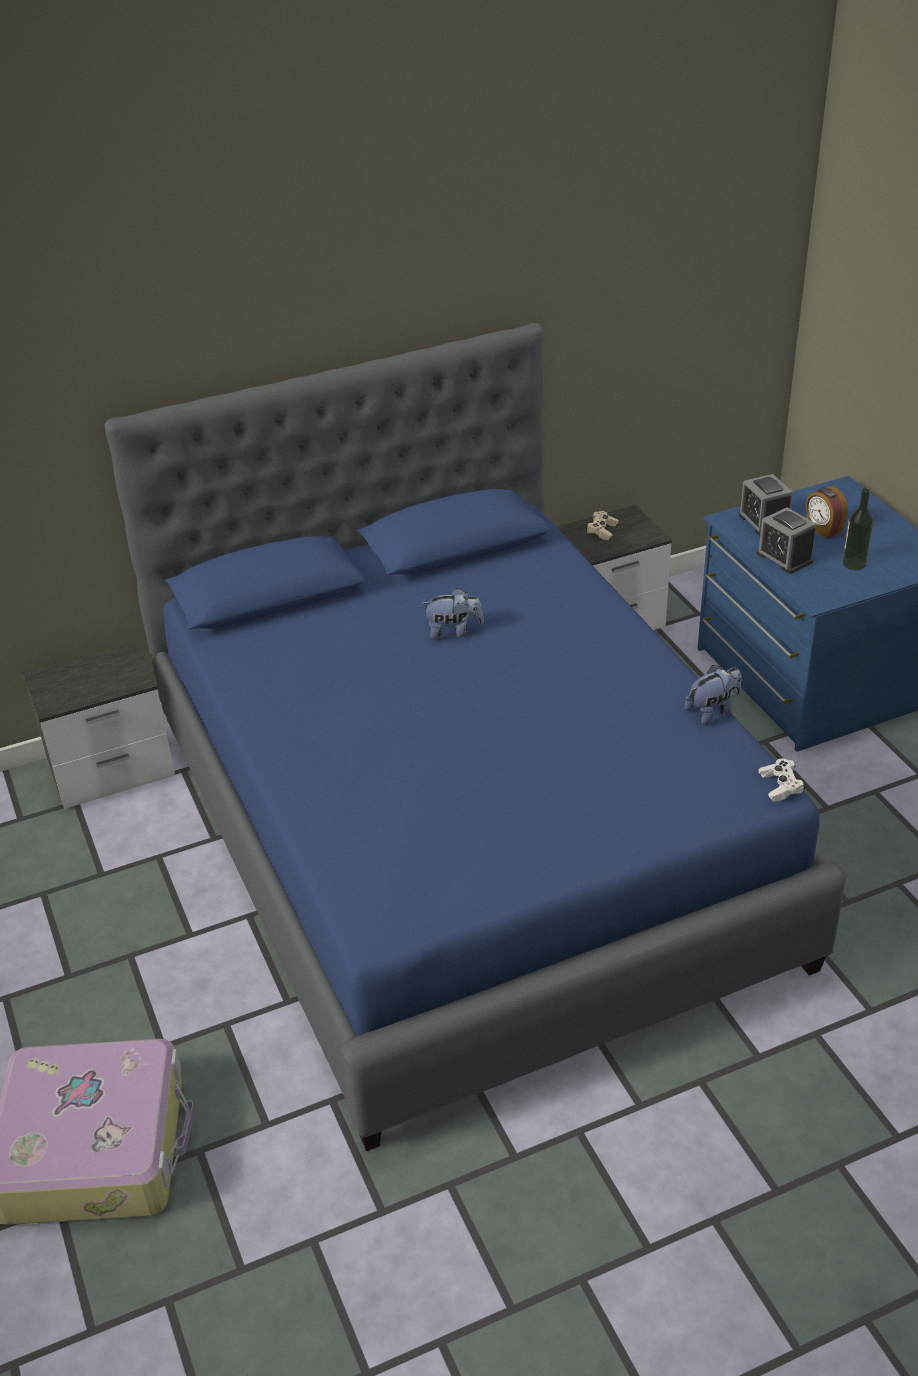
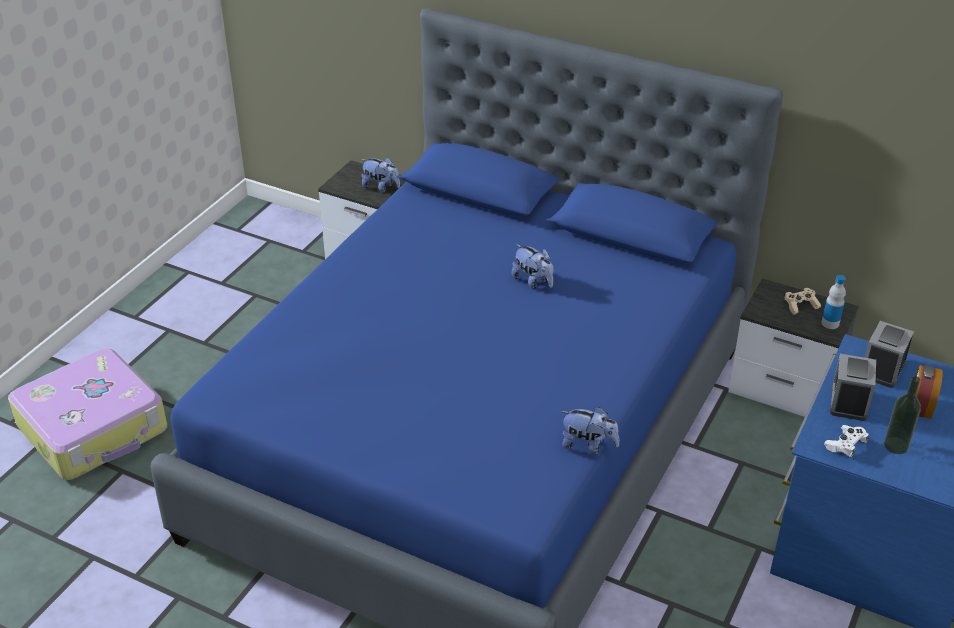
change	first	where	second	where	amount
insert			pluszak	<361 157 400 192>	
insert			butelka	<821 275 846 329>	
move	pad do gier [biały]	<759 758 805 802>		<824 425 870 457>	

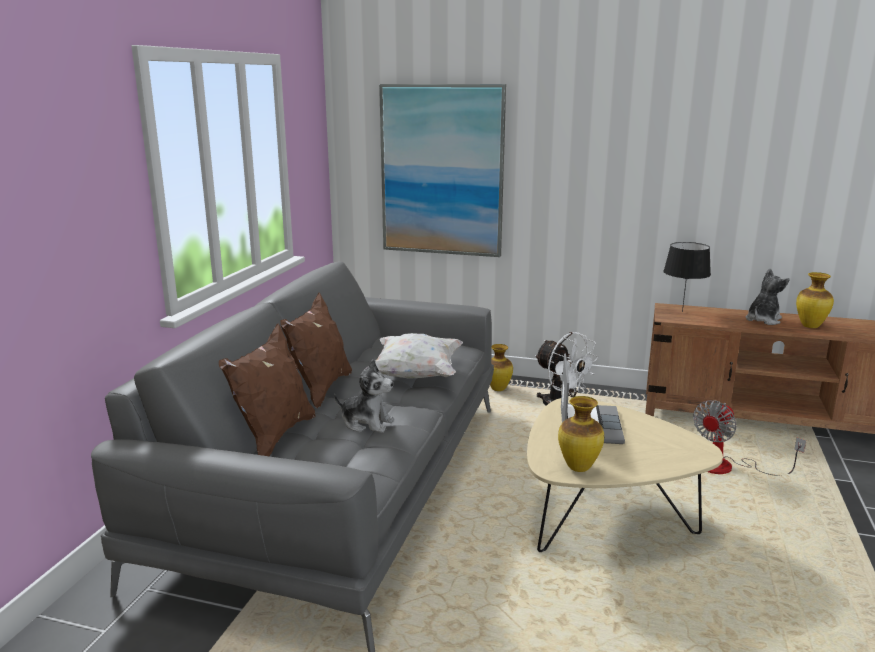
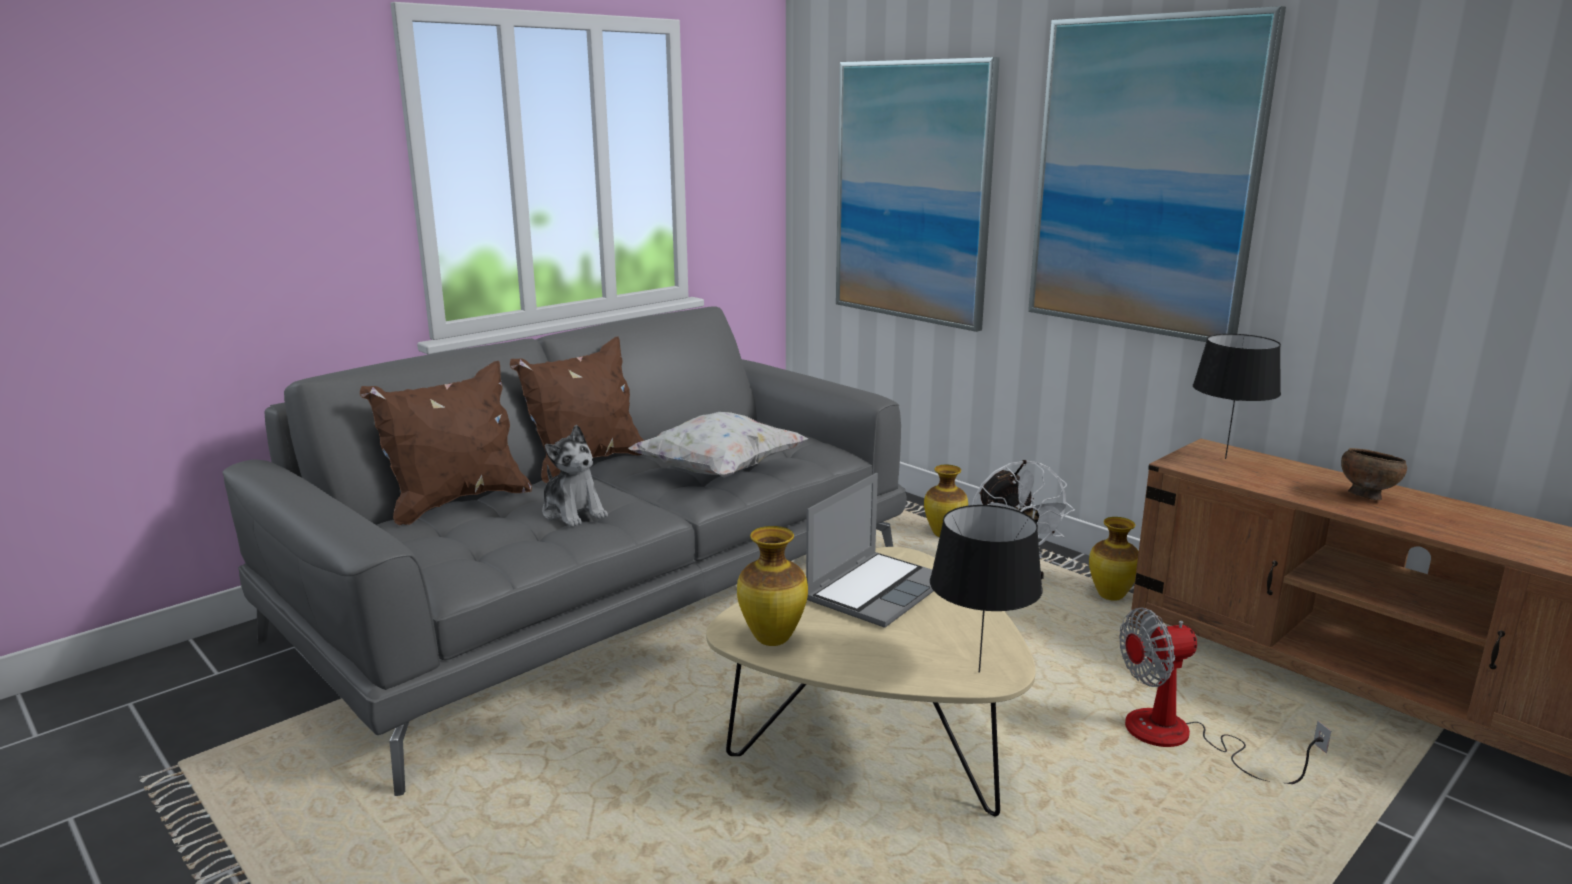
change	first	where	second	where	amount
insert			lampa stołowa [czarny]	<930 505 1043 673>	
insert			obraz	<1028 6 1286 342>	
move	wazon	<796 272 834 328>		<1089 517 1139 601>	
replace	pluszak	<746 268 790 325>	miska [brązowy]	<1341 448 1407 500>	

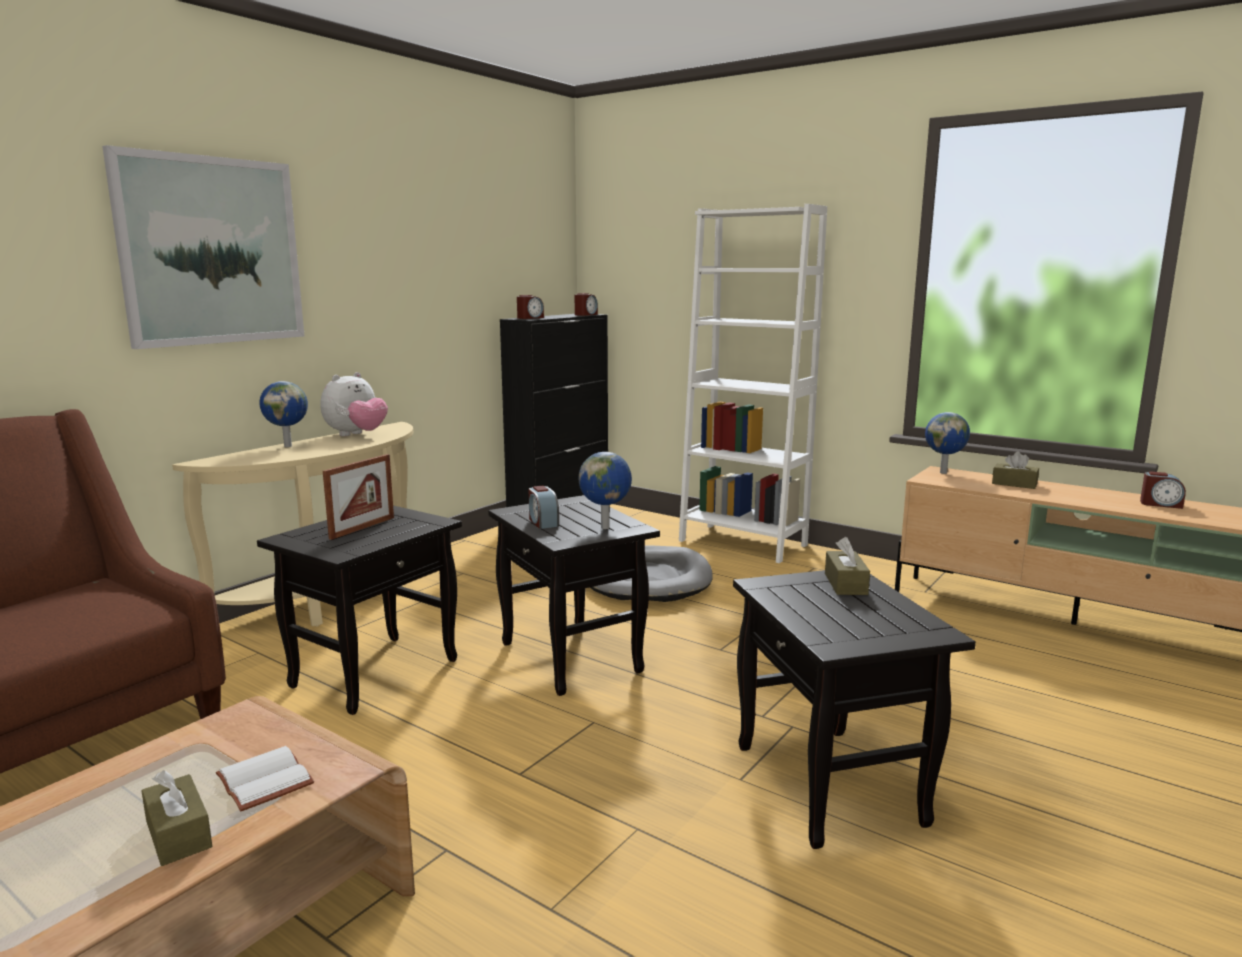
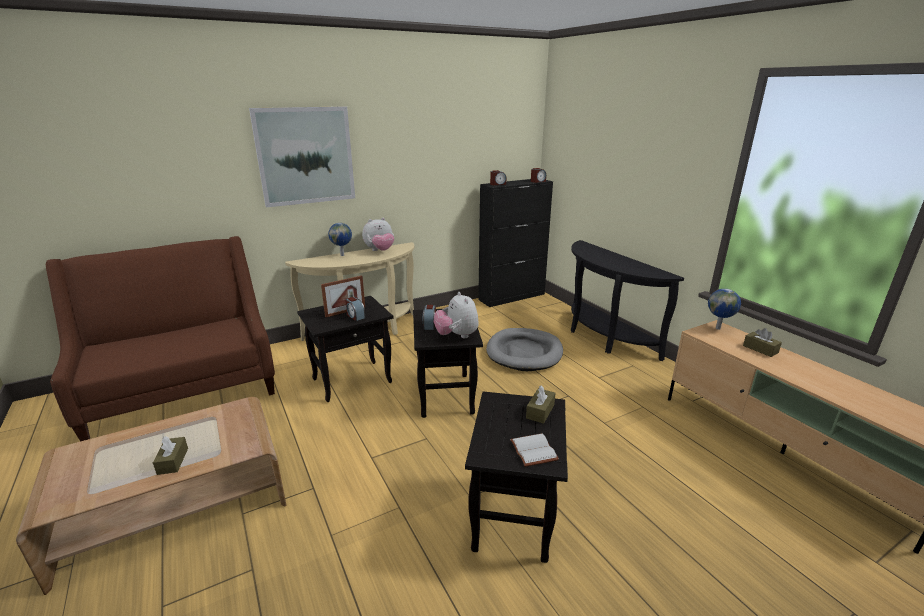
change	first	where	second	where	amount
move	książka [biały]	<216 746 314 812>		<510 433 559 467>	
move	budzik	<1140 471 1186 509>		<345 297 365 321>	
replace	globus	<579 452 632 529>	pluszak	<434 292 479 338>	
replace	regał [biały]	<679 204 827 563>	stolik konsolowy [czarny]	<570 240 684 361>	

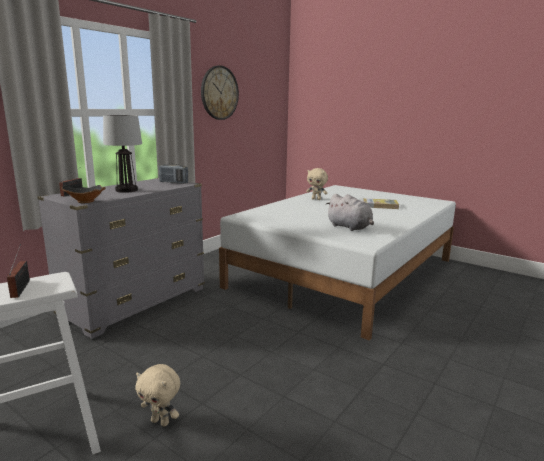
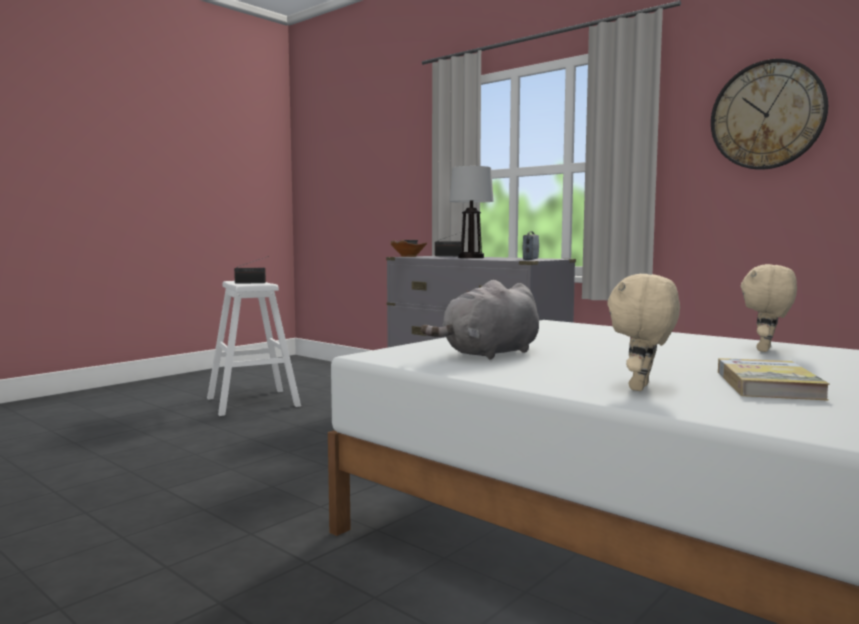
change	first	where	second	where	amount
move	pluszak [beżowy]	<135 364 180 427>		<607 274 680 391>	

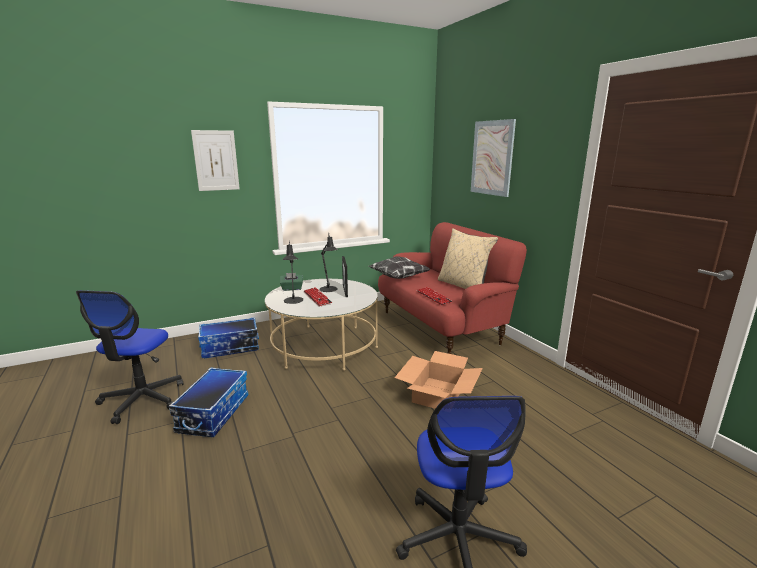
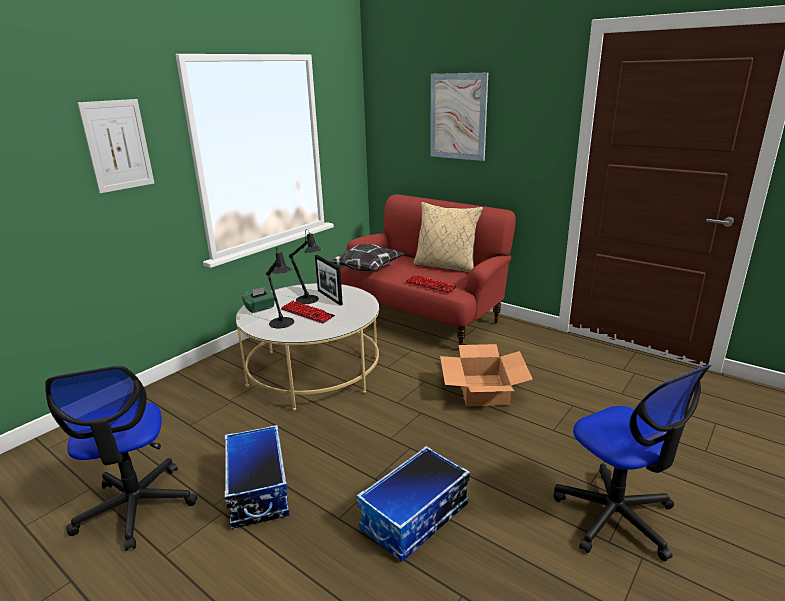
change	first	where	second	where	amount
move	pojemnik do przechowywania	<198 317 259 358>		<357 446 470 562>	

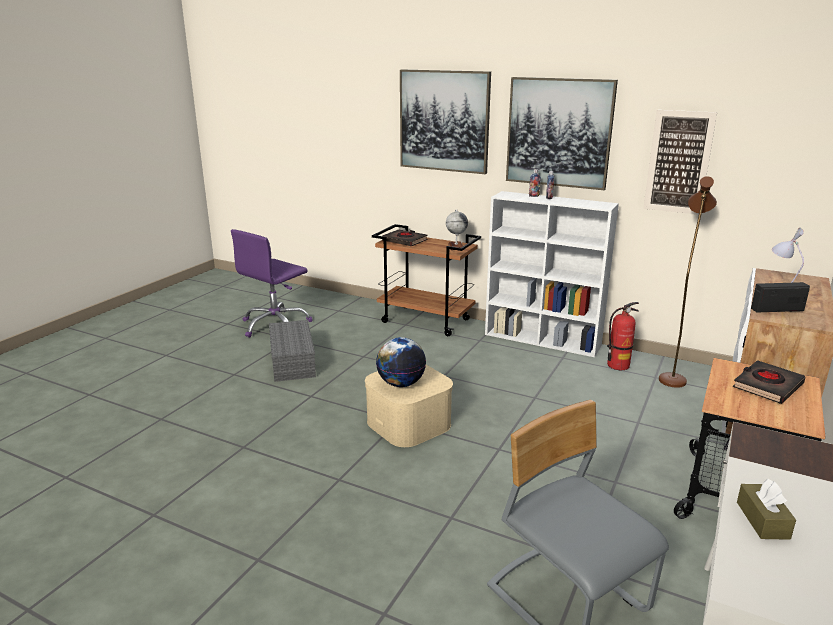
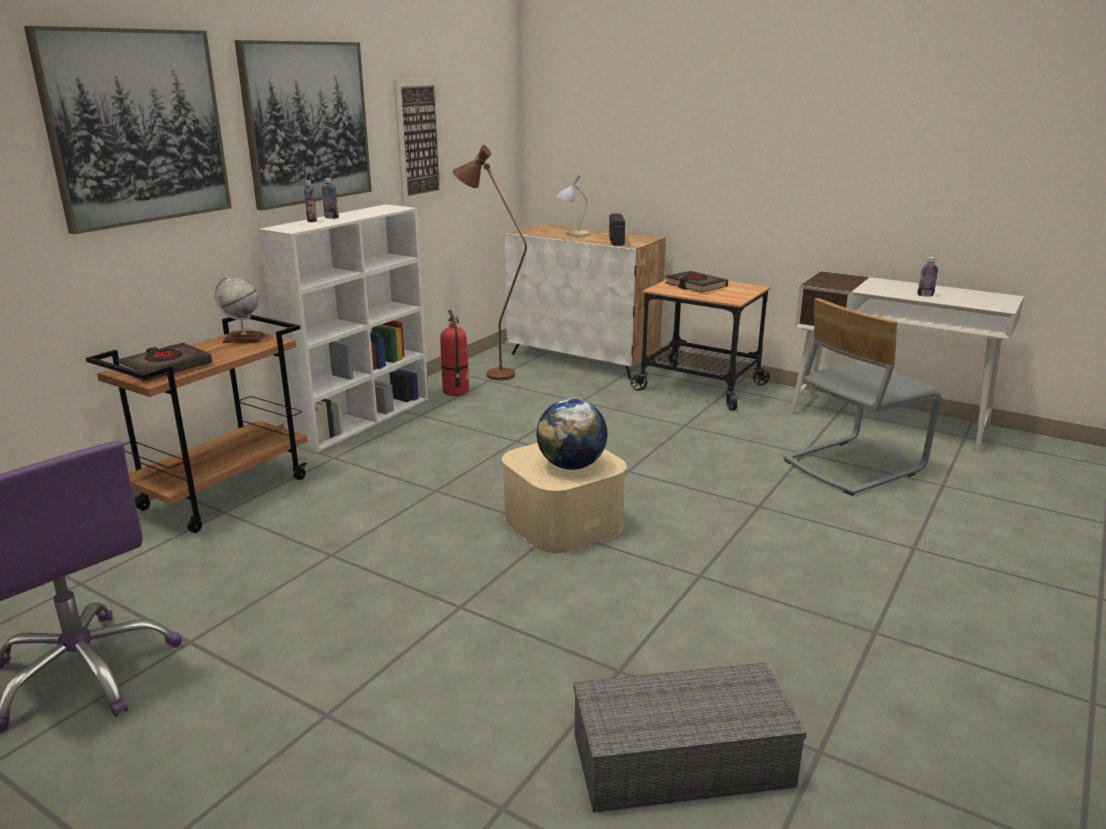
change	first	where	second	where	amount
move	pojemnik do przechowywania [szary]	<269 320 316 382>		<573 663 807 813>	
replace	pudełko chusteczek [brązowy]	<737 478 796 540>	butelka	<917 257 938 297>	

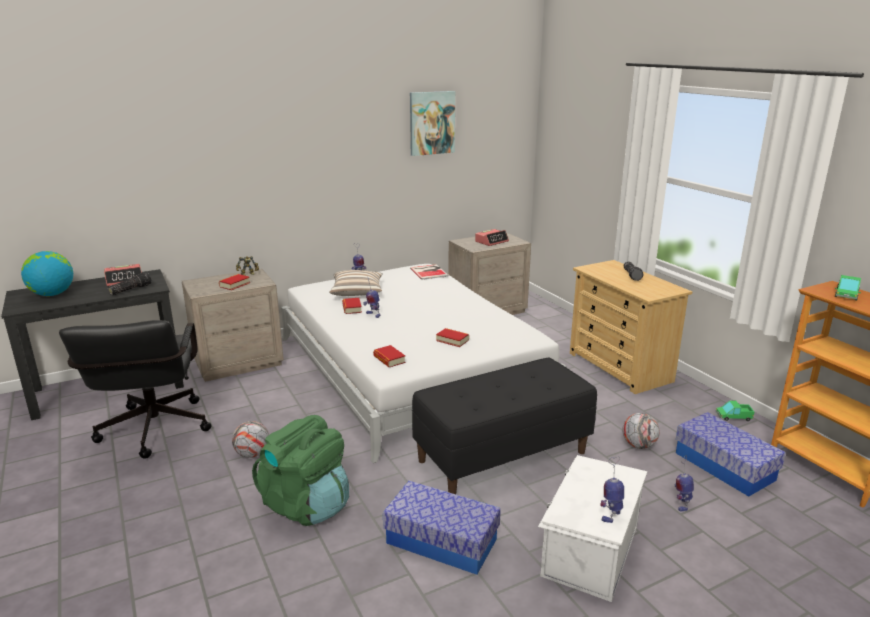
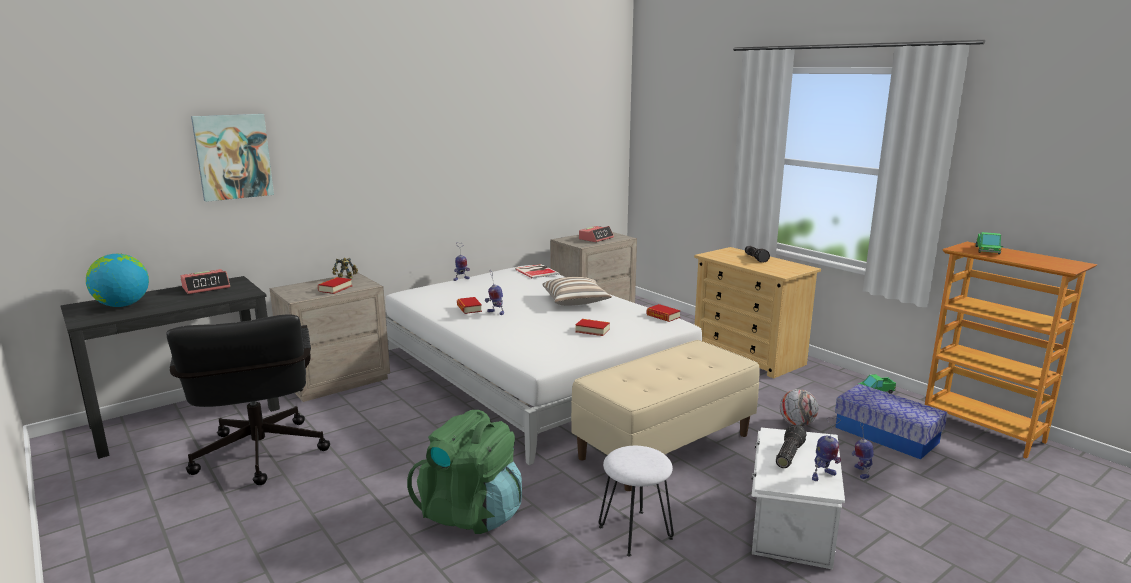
change	first	where	second	where	amount
delete	piłka futbolowa	<232 421 269 458>			
move	latarka	<108 272 152 295>		<776 425 806 468>	
move	poduszka	<329 270 382 296>		<542 277 612 306>	
move	książka	<373 345 406 367>		<646 304 681 322>	
move	obraz	<410 91 455 156>		<191 114 274 202>	
replace	pojemnik do przechowywania	<383 481 501 575>	stołek [biały]	<599 446 674 557>	
recolor	ławka [czarny]	<412 357 597 494>	ławka [beżowy]	<571 340 760 491>	
rotate	robot zabawkowy	<600 456 624 523>		<812 417 841 481>	150 degrees counterclockwise

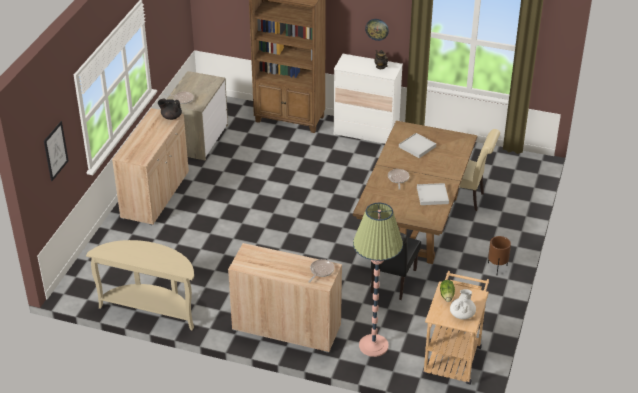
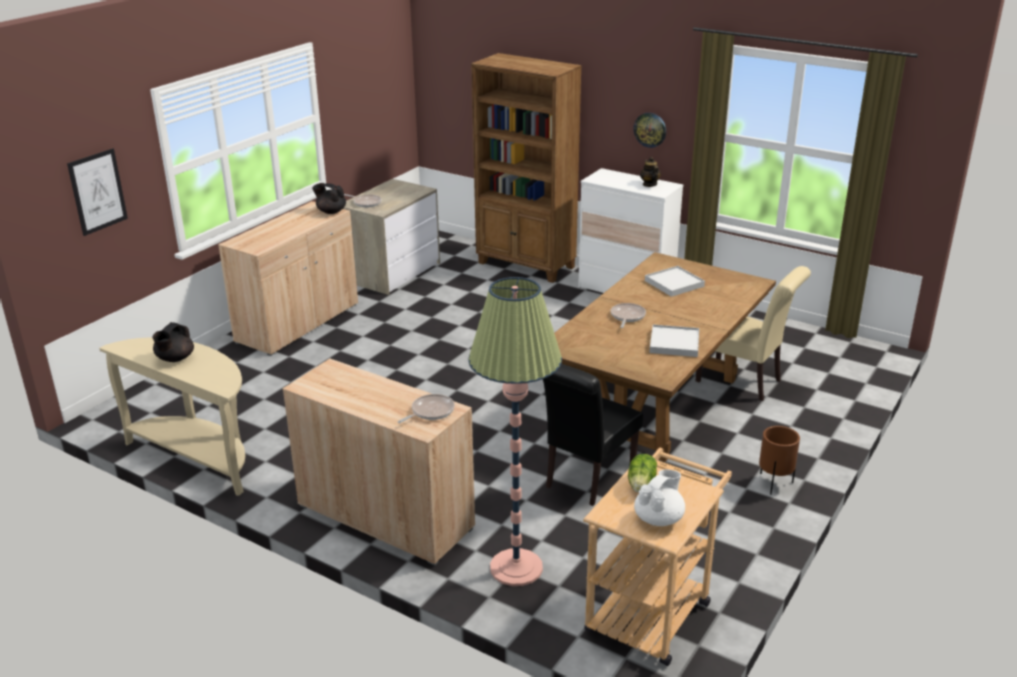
change	first	where	second	where	amount
insert			imbryk [czarny]	<153 322 194 362>	

